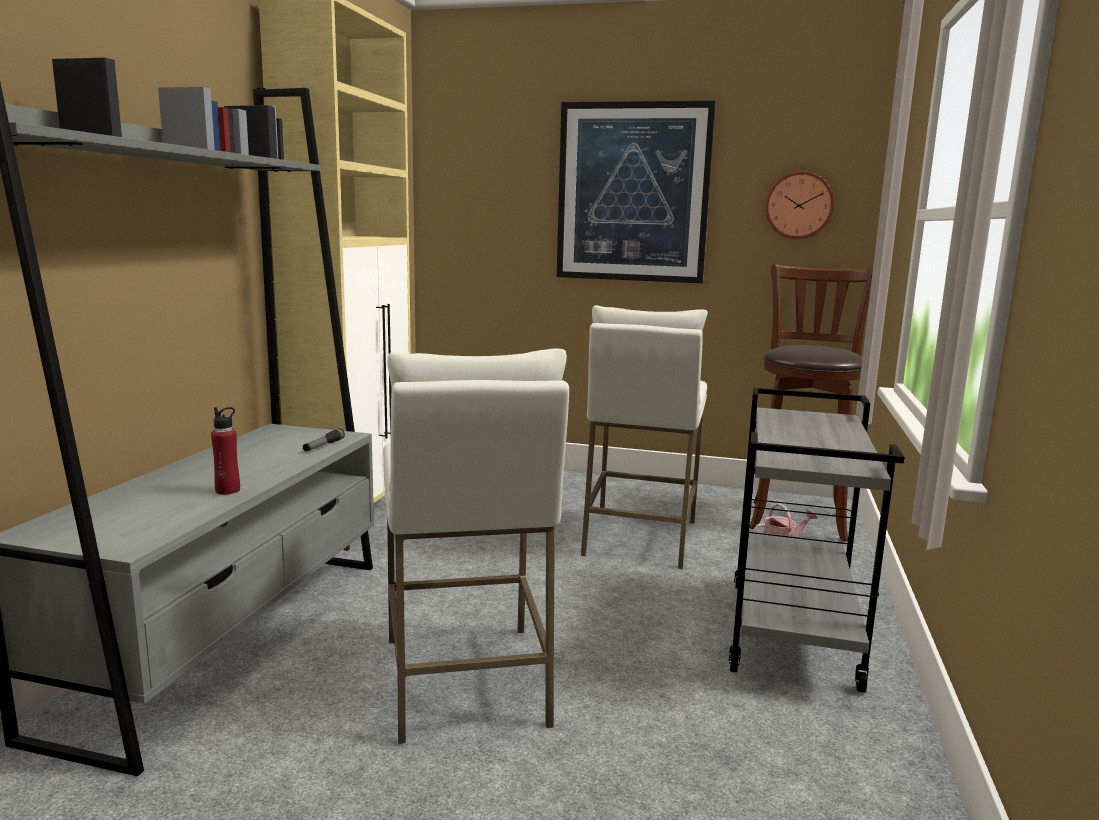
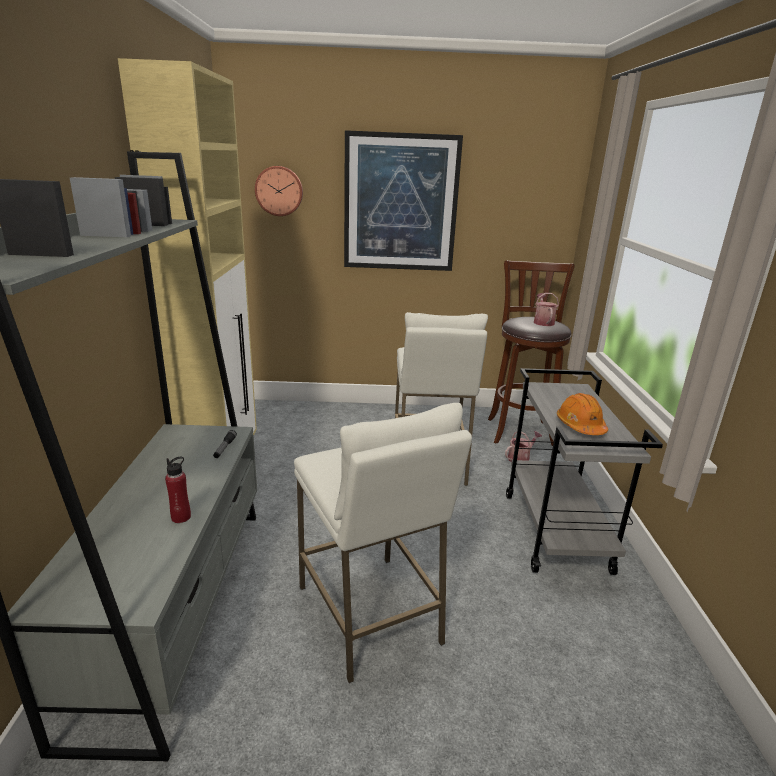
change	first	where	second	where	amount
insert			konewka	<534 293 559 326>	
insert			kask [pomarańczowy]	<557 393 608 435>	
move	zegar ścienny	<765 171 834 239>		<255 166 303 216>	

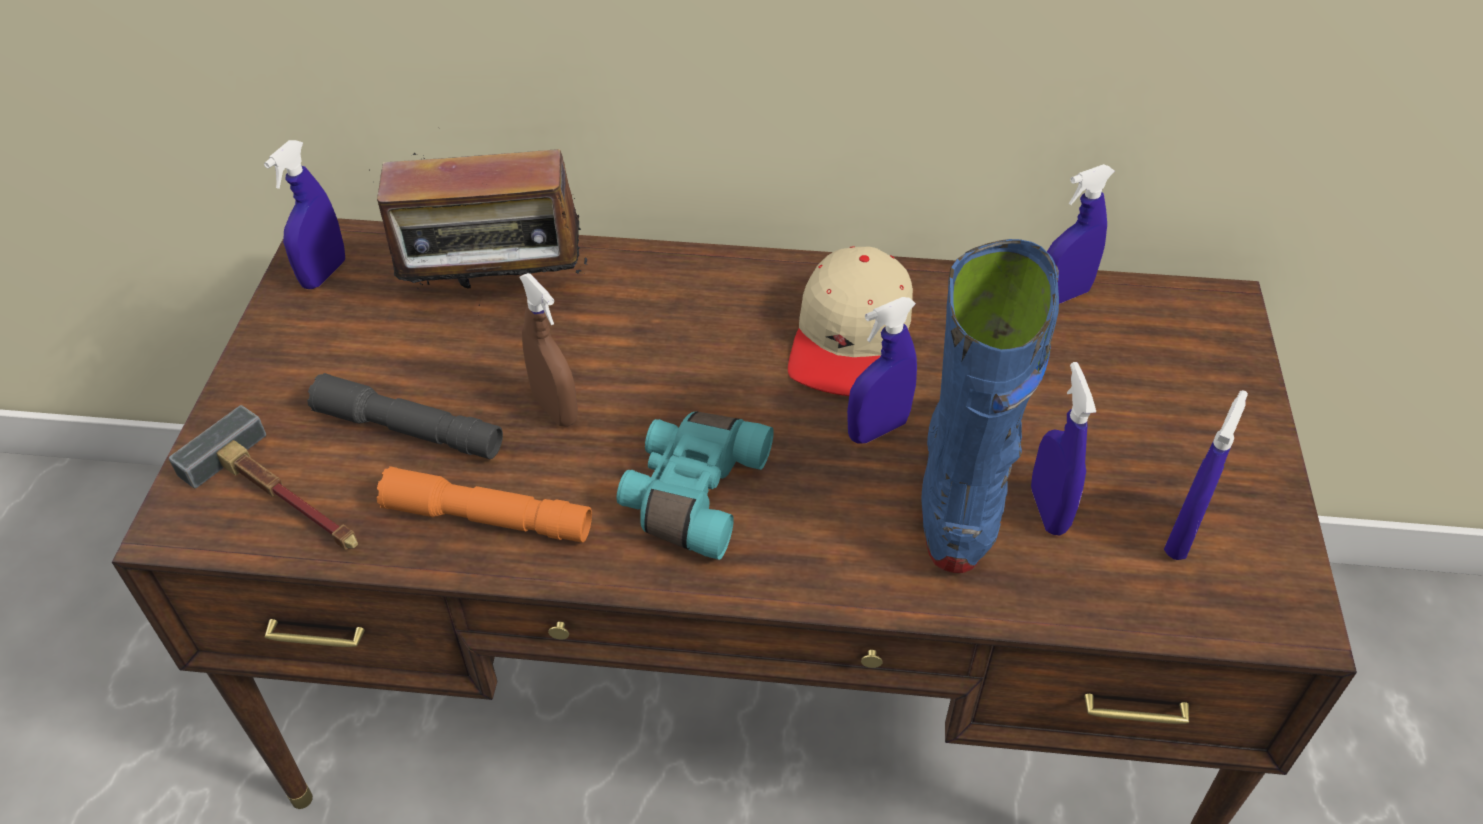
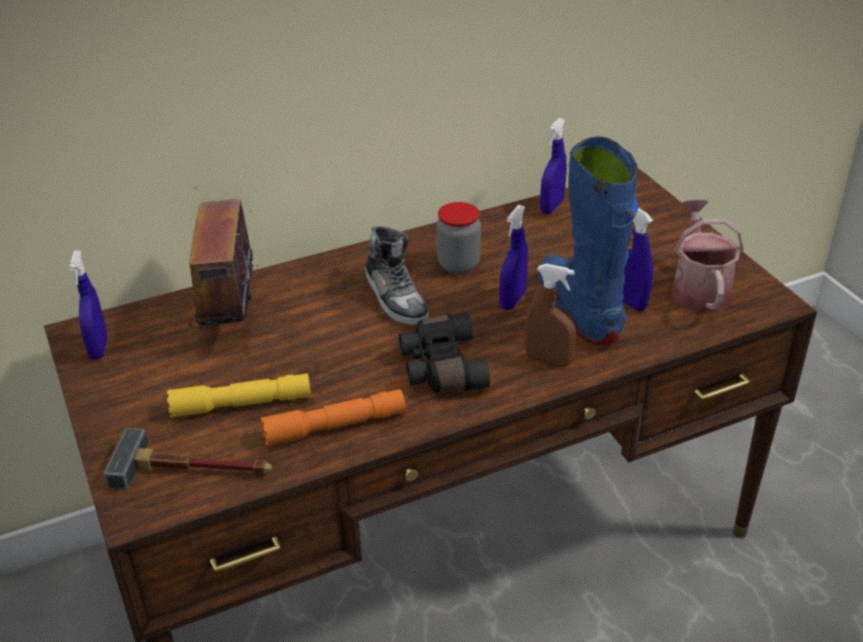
change	first	where	second	where	amount
insert			but	<365 226 429 326>	
move	spryskiwacz [brązowy]	<520 273 578 427>		<525 264 576 367>	
replace	czapka z daszkiem [beżowy]	<788 246 913 396>	słoik	<437 202 481 274>	
replace	spryskiwacz [niebieski]	<1164 390 1248 560>	konewka	<671 199 744 312>	
recolor	latarka [szary]	<307 373 503 459>	latarka [żółty]	<167 373 311 418>	
recolor	lornetka [turkusowy]	<617 412 774 560>	lornetka [czarny]	<399 312 490 392>	
rotate	radio	<377 127 588 306>		<189 188 263 330>	120 degrees clockwise

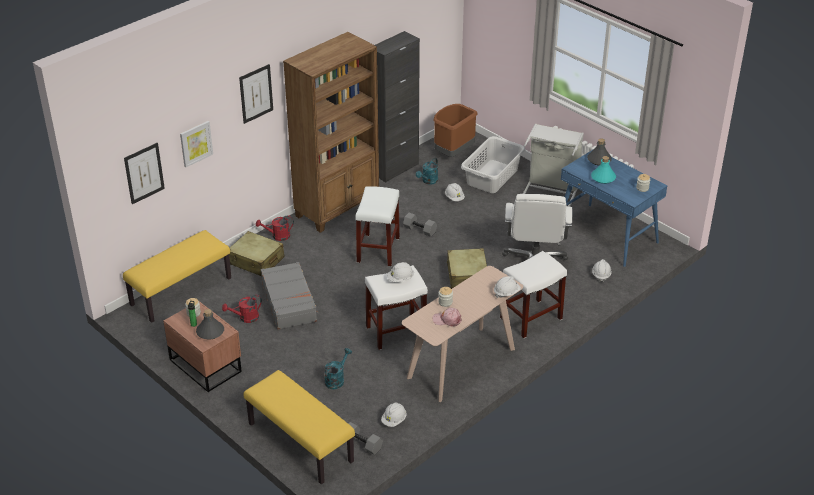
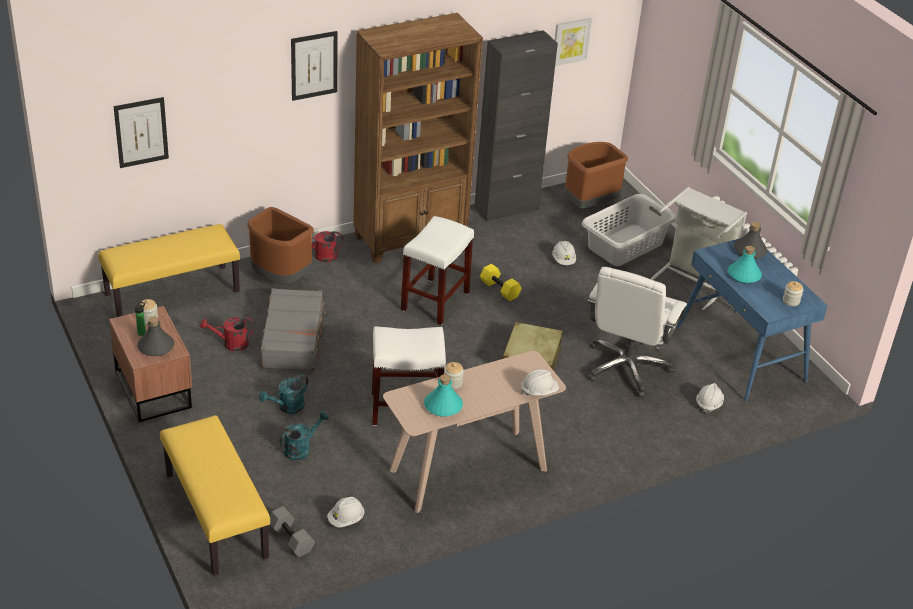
change	first	where	second	where	amount
delete	kask [biały]	<387 262 414 282>			
delete	stołek [biały]	<500 251 567 338>			
move	obraz	<180 121 213 167>		<555 18 592 66>	
move	konewka [turkusowy]	<416 158 438 185>		<259 374 308 414>	
replace	walizka [beżowy]	<229 231 285 276>	kosz na śmieci [brązowy]	<247 207 314 284>	
replace	czapka z daszkiem [różowy]	<432 308 462 327>	butelka [turkusowy]	<424 374 463 417>	
recolor	hantel [szary]	<403 213 437 237>	hantel [żółty]	<480 264 521 301>	

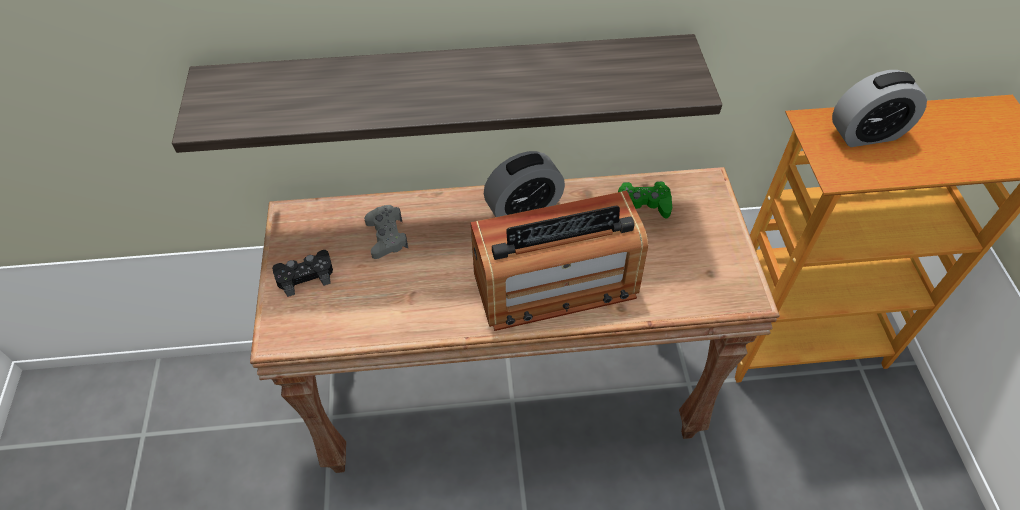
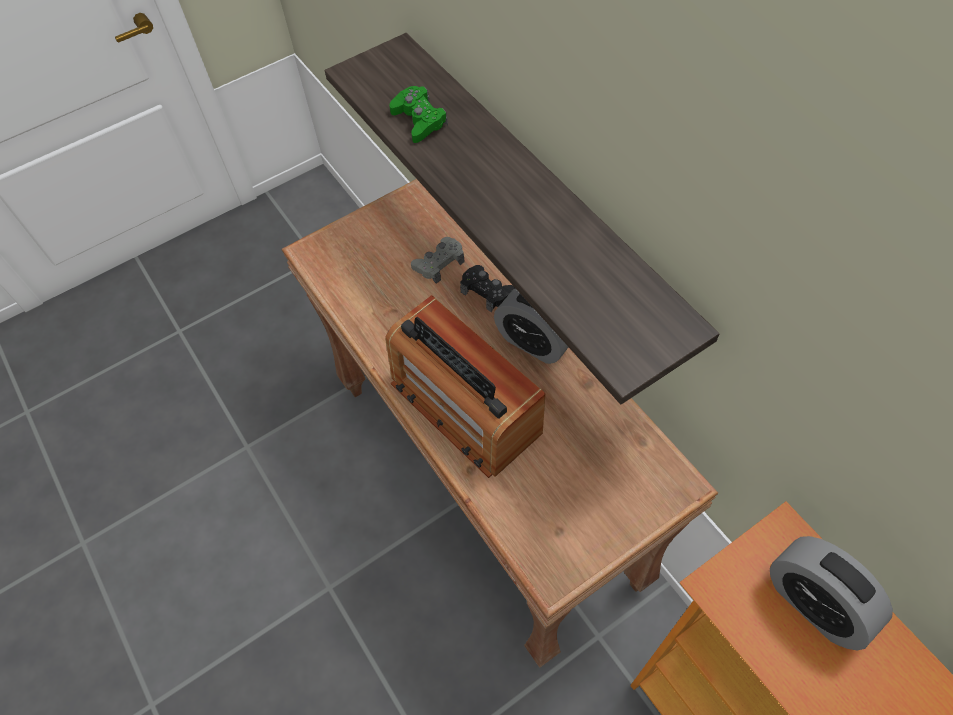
change	first	where	second	where	amount
move	pad do gier [czarny]	<272 250 333 297>		<460 265 515 312>	
move	pad do gier [zielony]	<618 181 672 218>		<389 86 448 143>	

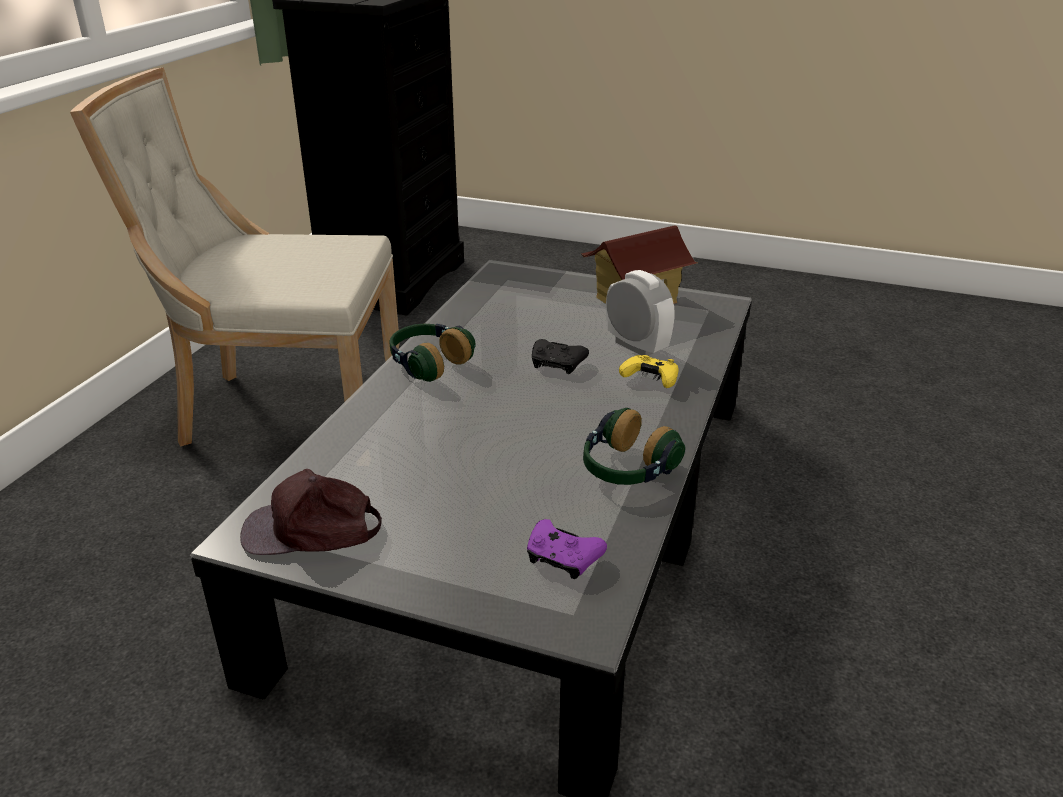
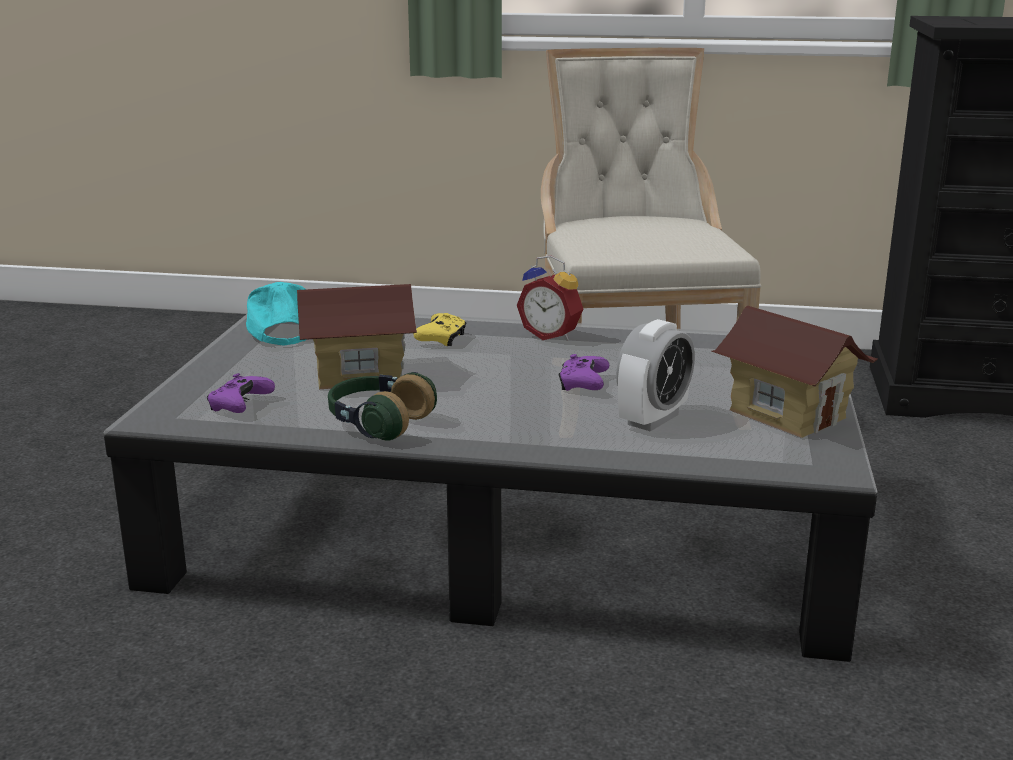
change	first	where	second	where	amount
insert			domek	<297 284 417 389>	
move	pad do gier [żółty]	<619 355 679 388>		<413 313 466 346>	
replace	słuchawki	<389 324 475 382>	budzik	<517 255 583 341>	
recolor	czapka z daszkiem [brązowy]	<240 469 382 555>	czapka z daszkiem [turkusowy]	<246 282 306 345>	
recolor	pad do gier [czarny]	<532 339 589 374>	pad do gier [fioletowy]	<559 354 609 391>	

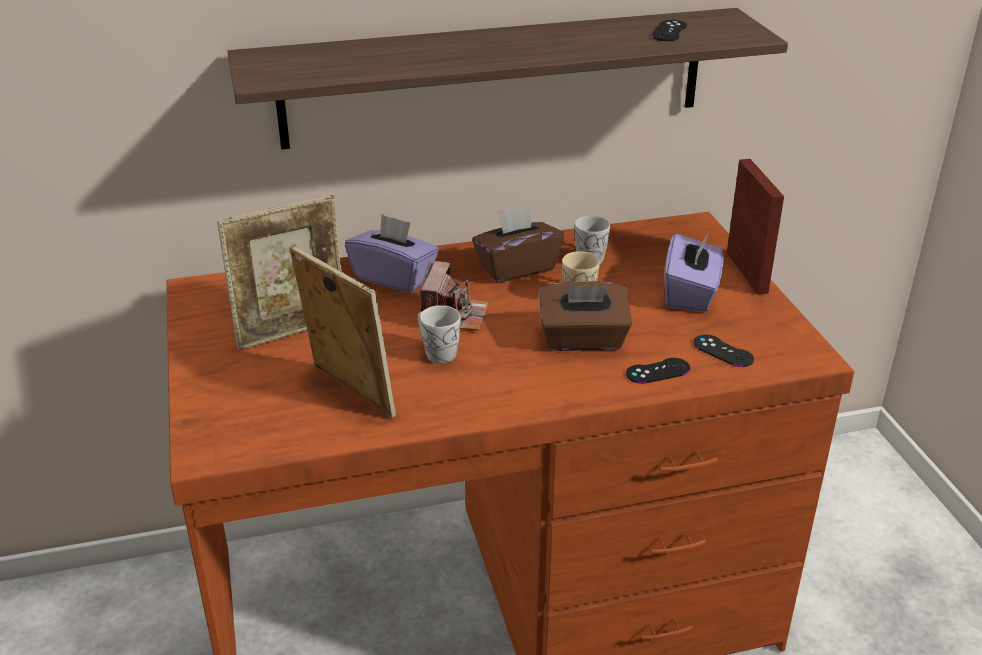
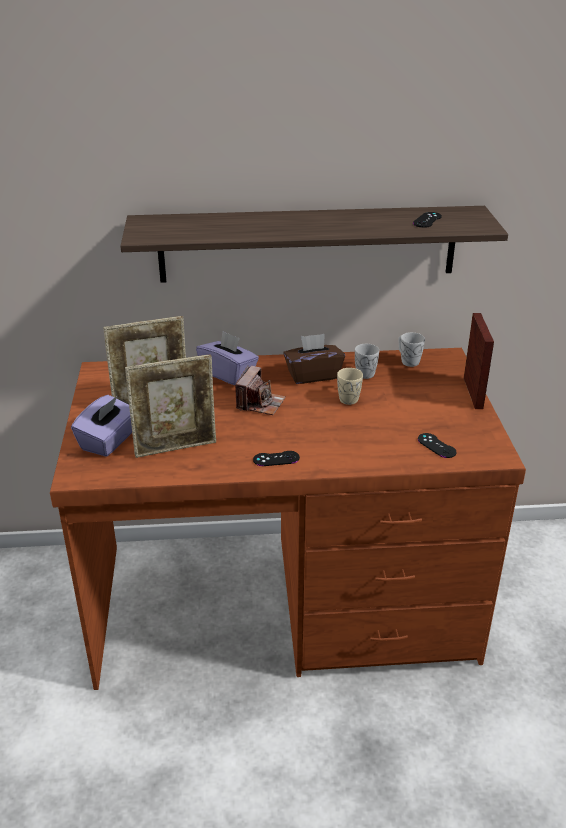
change	first	where	second	where	amount
delete	pudełko chusteczek [brązowy]	<538 281 632 351>			
move	kubek [biały]	<418 305 461 364>		<399 332 425 367>	
move	pad do gier [czarny]	<626 358 690 384>		<253 451 300 466>	
move	pudełko chusteczek [fioletowy]	<664 233 723 312>		<71 395 132 457>	
rotate	ramka na zdjęcie	<289 246 396 418>		<125 354 216 458>	105 degrees clockwise

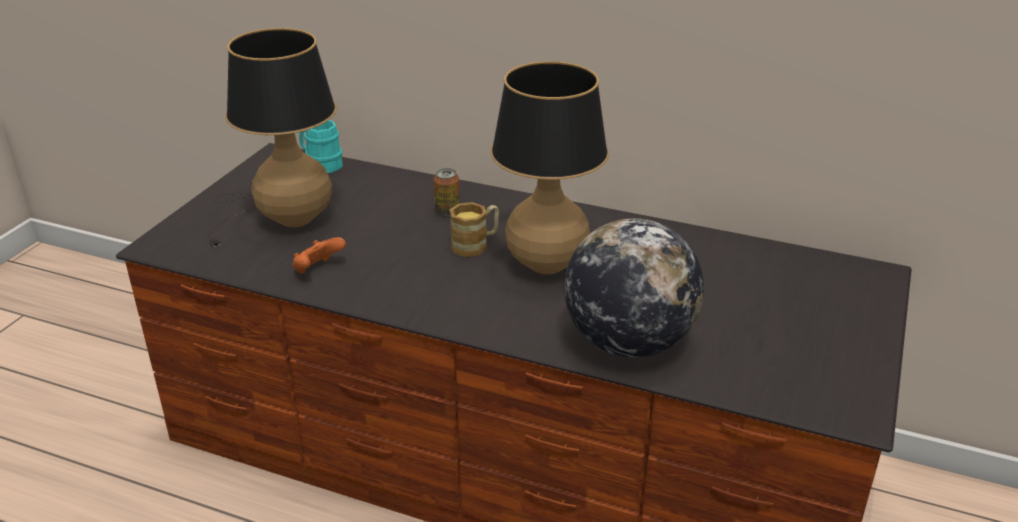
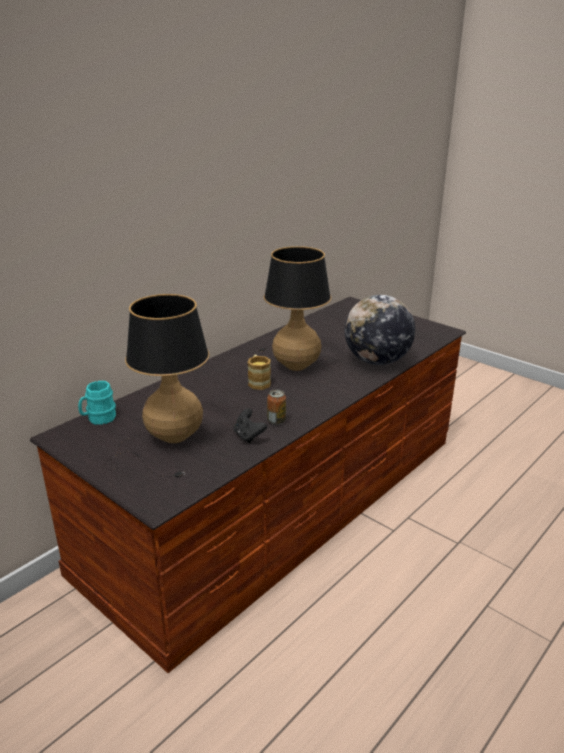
change	first	where	second	where	amount
move	puszka	<434 168 460 216>		<267 390 286 425>	
recolor	pad do gier [pomarańczowy]	<292 237 346 274>	pad do gier [czarny]	<234 408 267 443>	

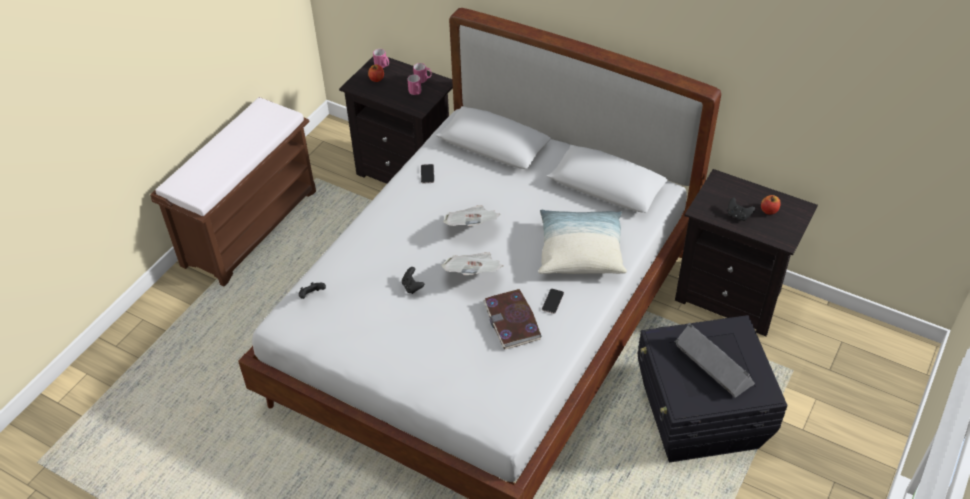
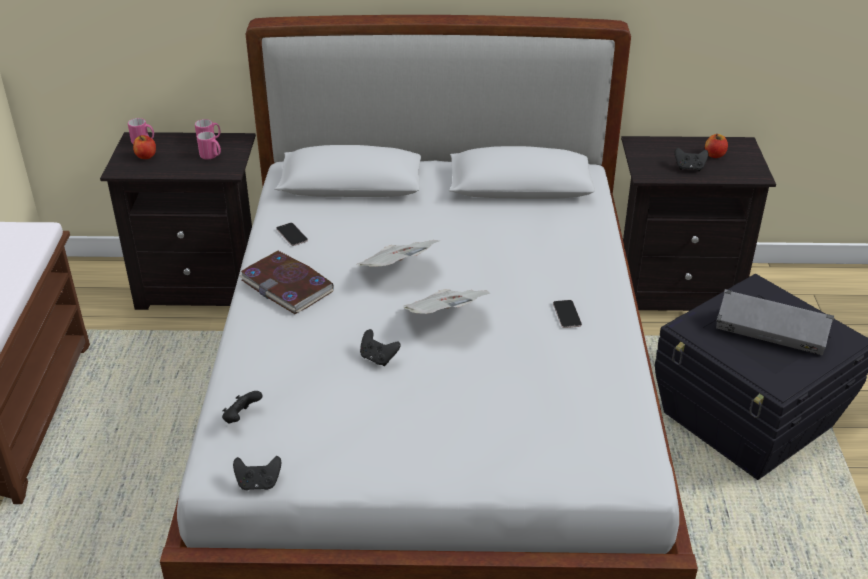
change	first	where	second	where	amount
delete	poduszka	<538 210 627 274>			
insert			pad do gier [czarny]	<233 456 281 491>	
move	książka	<483 289 541 349>		<239 251 334 314>	

